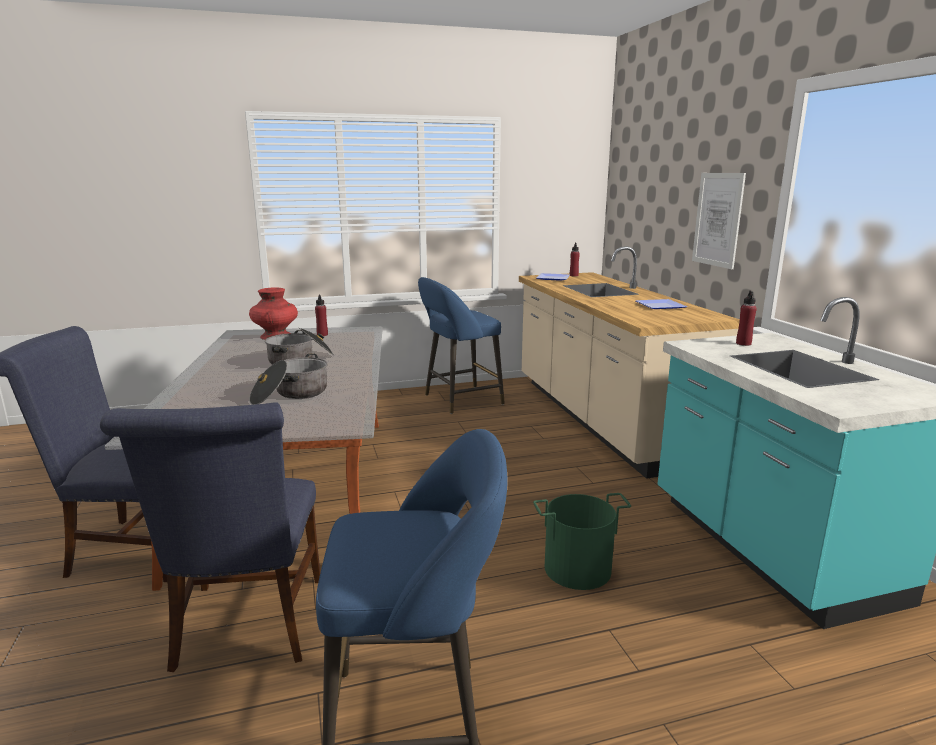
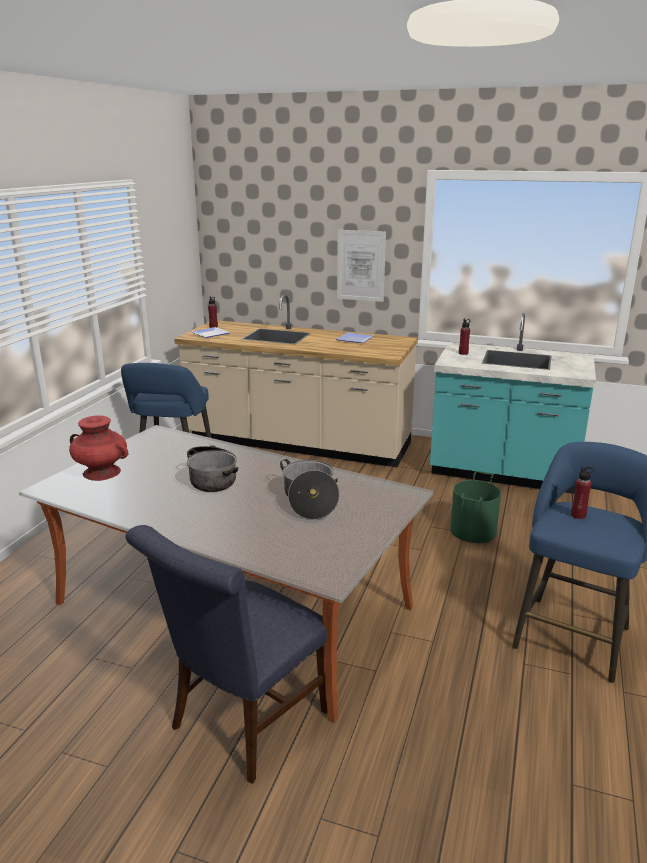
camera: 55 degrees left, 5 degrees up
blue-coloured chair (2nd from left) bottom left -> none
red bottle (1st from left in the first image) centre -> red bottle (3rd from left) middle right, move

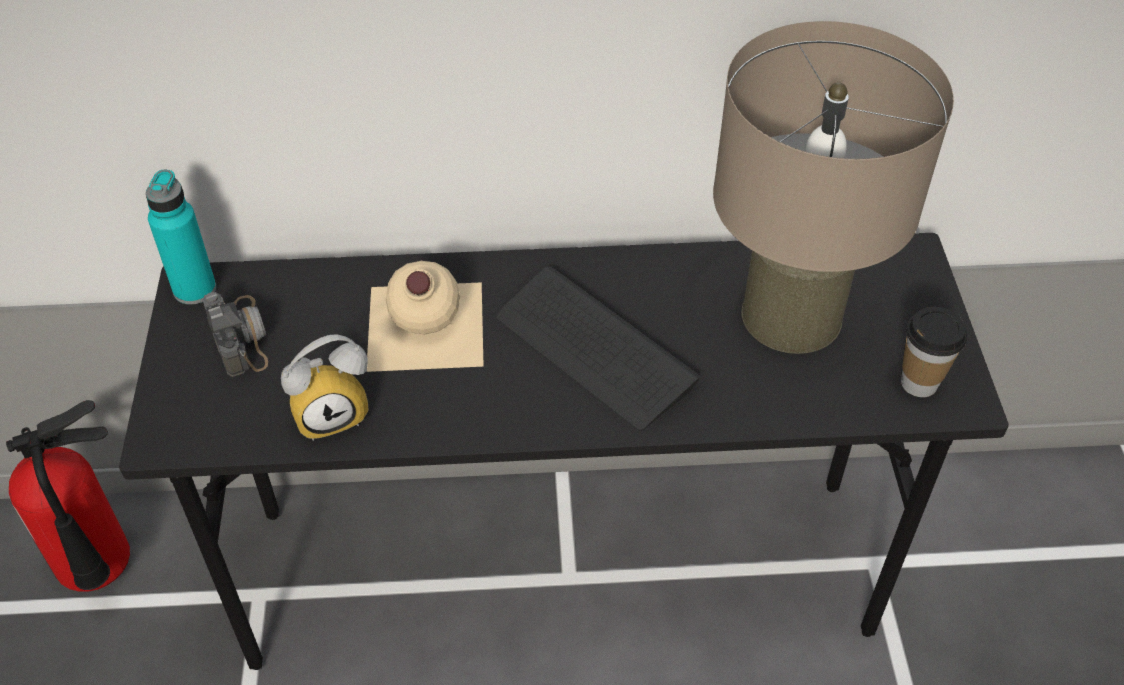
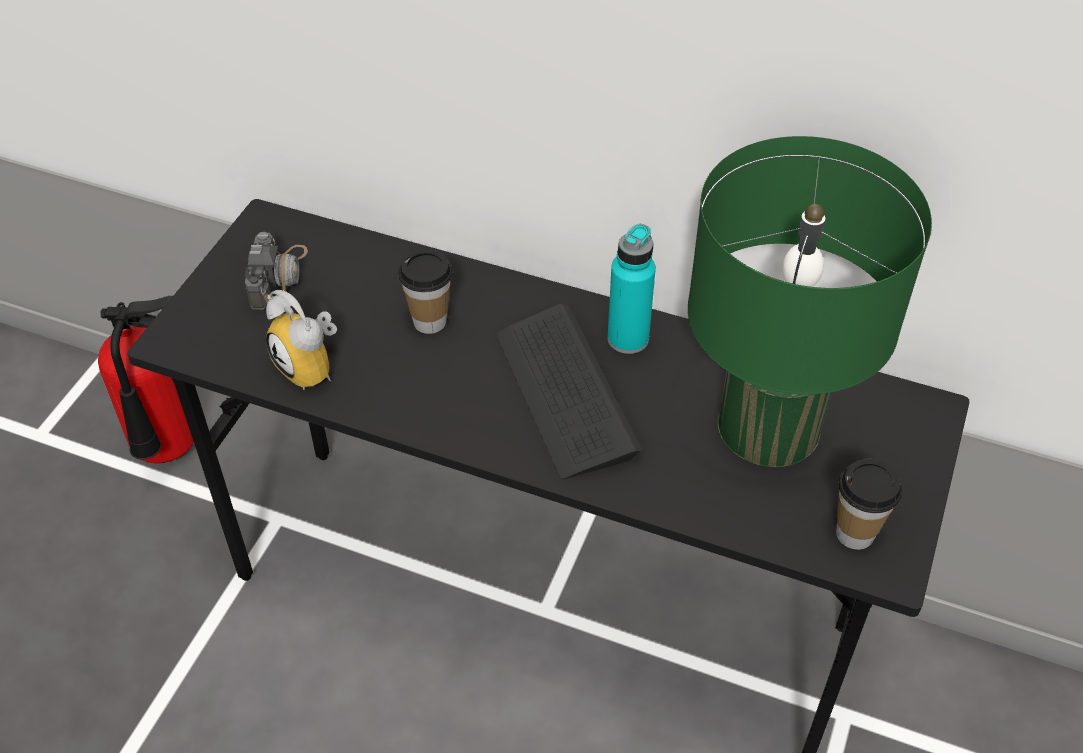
camera: 25 degrees right, 0 degrees up
turquoise-coloured bottle middle left -> turquoise-coloured bottle centre, move
beige-coloured bottle centre -> cup (1st from left) centre
beige-coloured tabletop lamp top right -> green tabletop lamp middle right
table clock middle left, 45 degrees clockwise

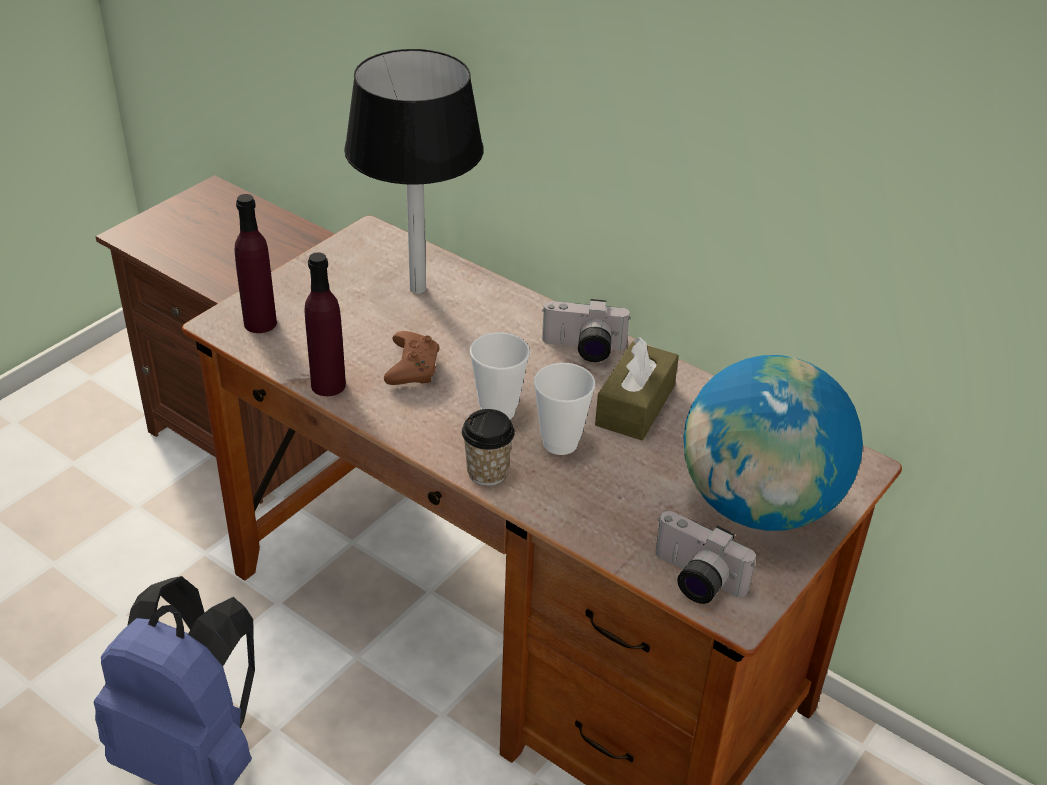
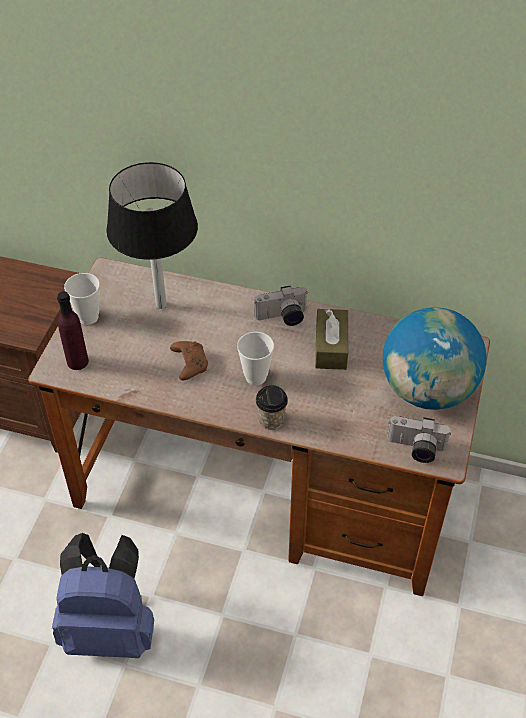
camera: 20 degrees left, 10 degrees up
purplish bottle (2nd from left) middle left -> none
cup (3rd from left in the first image) centre -> cup (1st from left) middle left, move

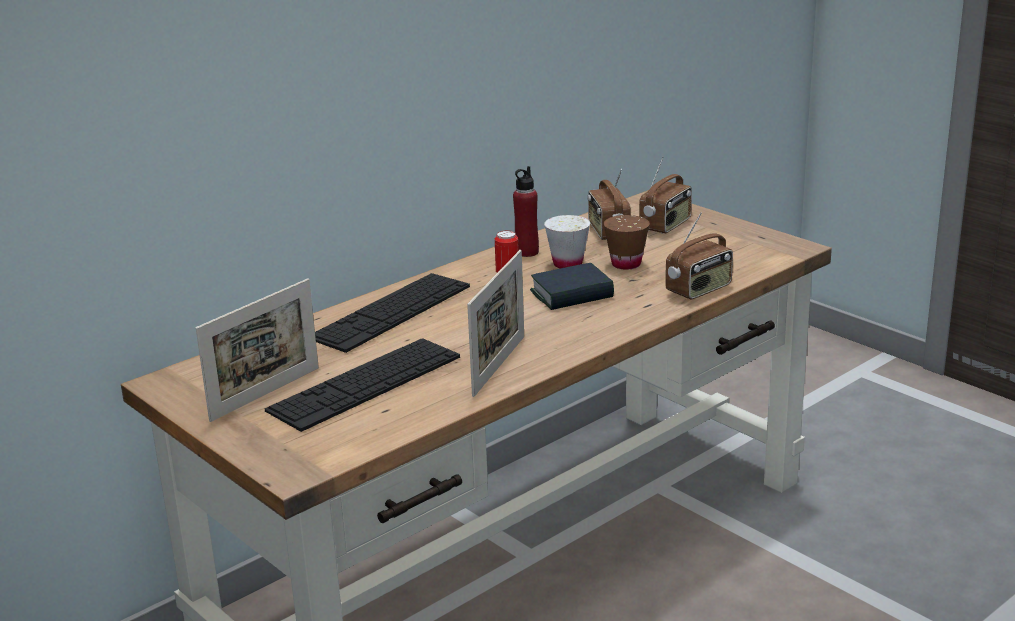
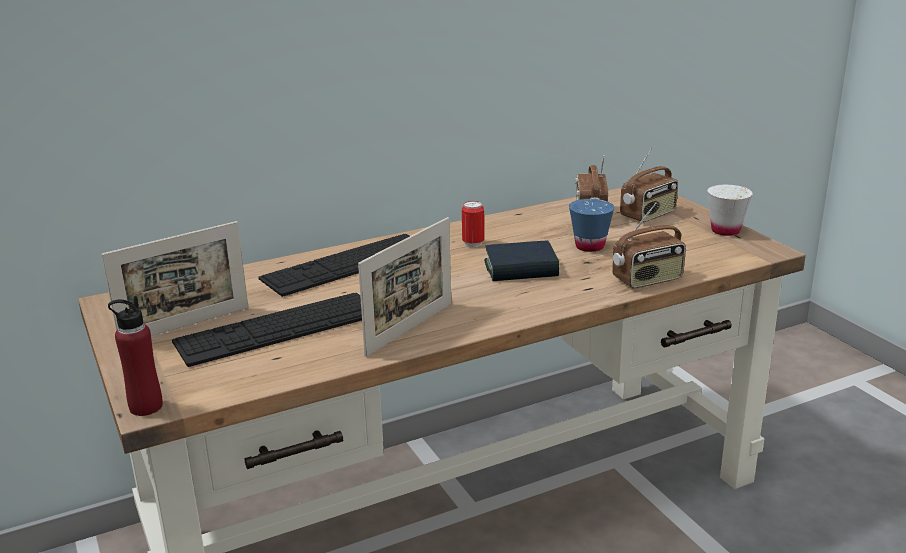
camera: 15 degrees right, 0 degrees up
red bottle centre -> red bottle middle left, move
whitish cup centre -> whitish cup middle right, move
brownish cup centre -> blue-coloured cup centre

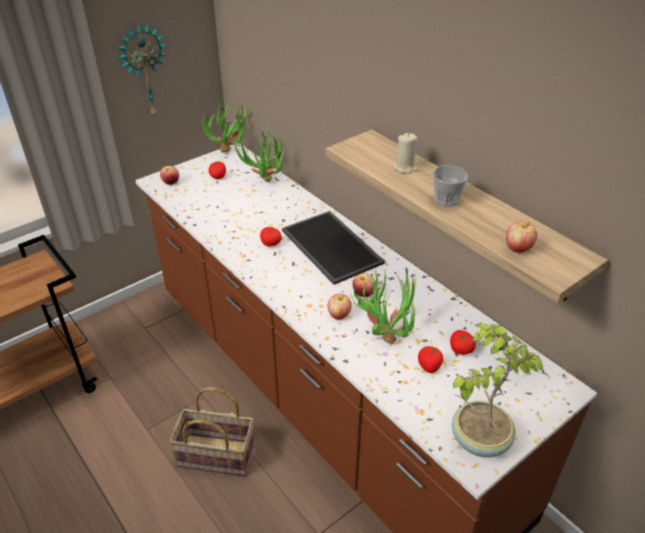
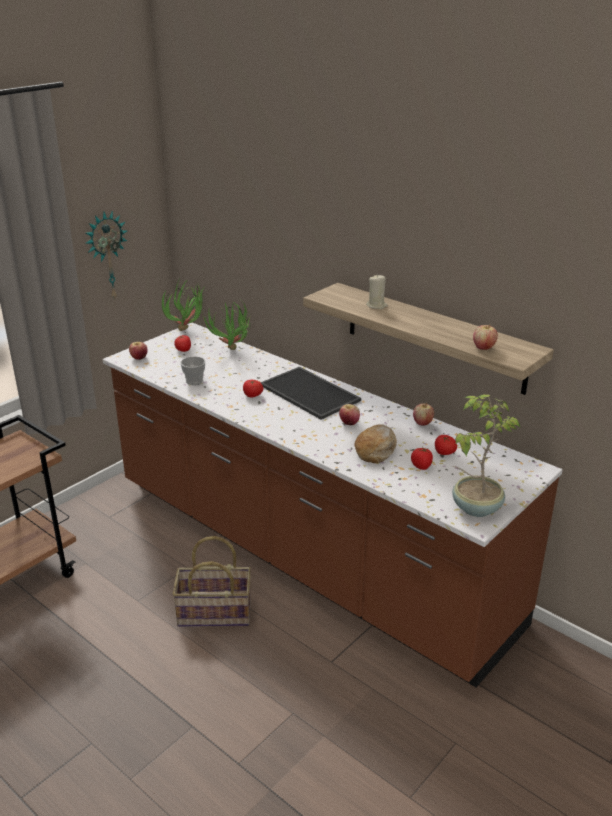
camera: 10 degrees left, 10 degrees down
whole apple (2nd from left in the first image) centre -> whole apple (3rd from left) middle right, move
cup middle right -> cup middle left, move
potted plant (3rd from left) centre -> baked bread centre

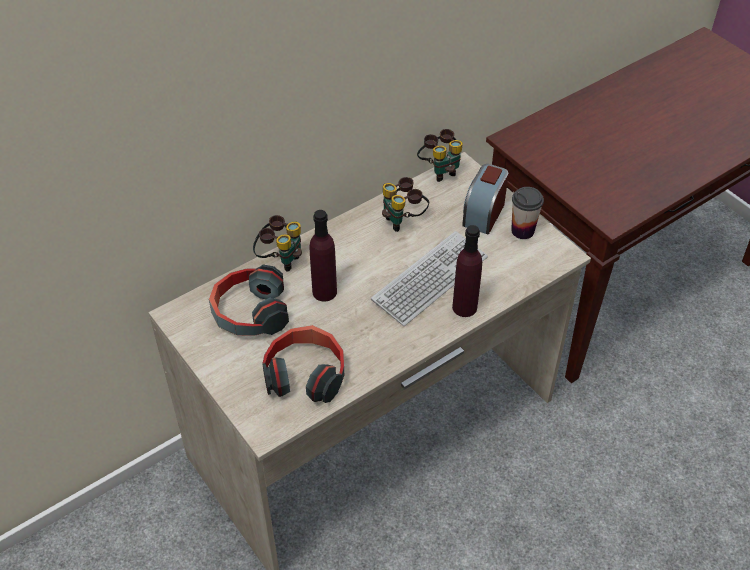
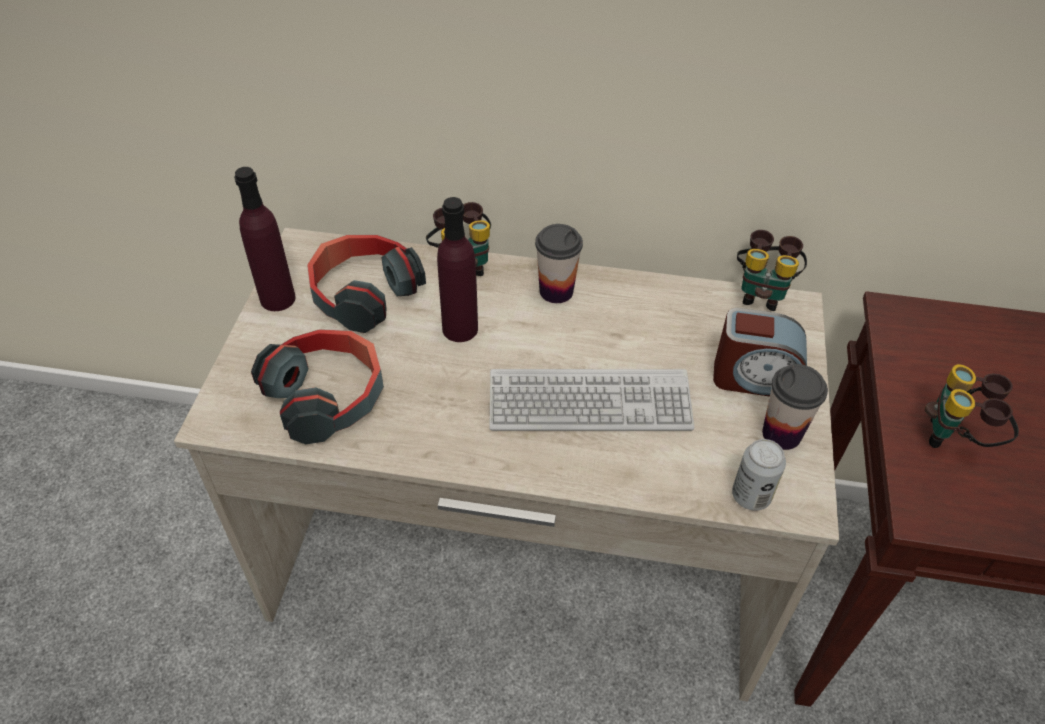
camera: 45 degrees right, 0 degrees up
none -> cup (1st from left) centre
none -> can middle right
pair of binoculars (2nd from left in the first image) centre -> pair of binoculars (3rd from left) middle right, move
purplish bottle (2nd from left in the first image) centre -> purplish bottle (1st from left) top left, move
table clock centre -> table clock middle right, 150 degrees counterclockwise

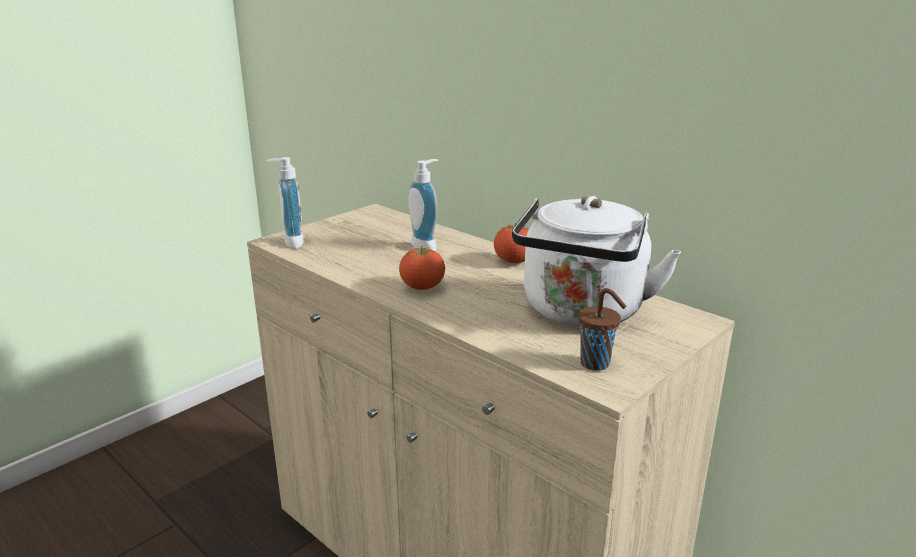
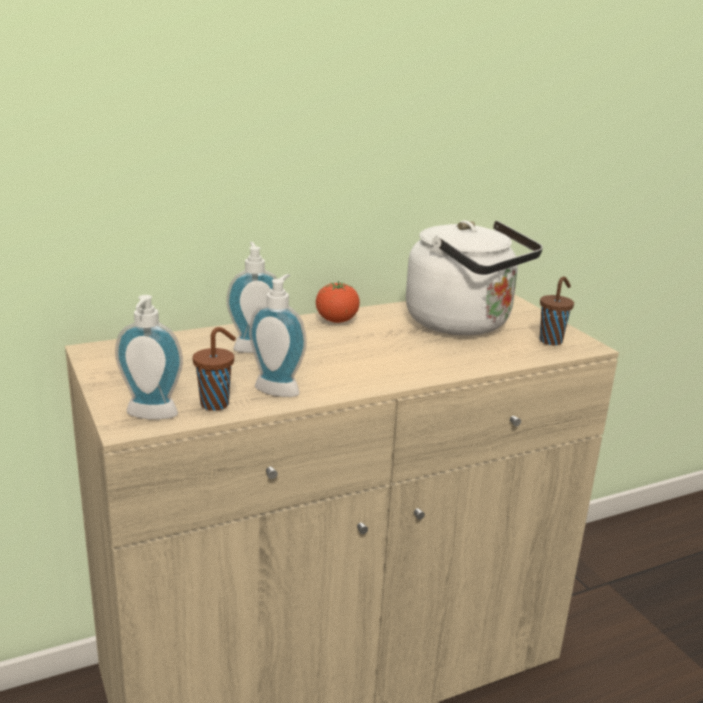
camera: 70 degrees left, 0 degrees up
tomato (1st from left) centre -> none
none -> brownish cup (1st from left) middle left
none -> soap dispenser (3rd from left) centre

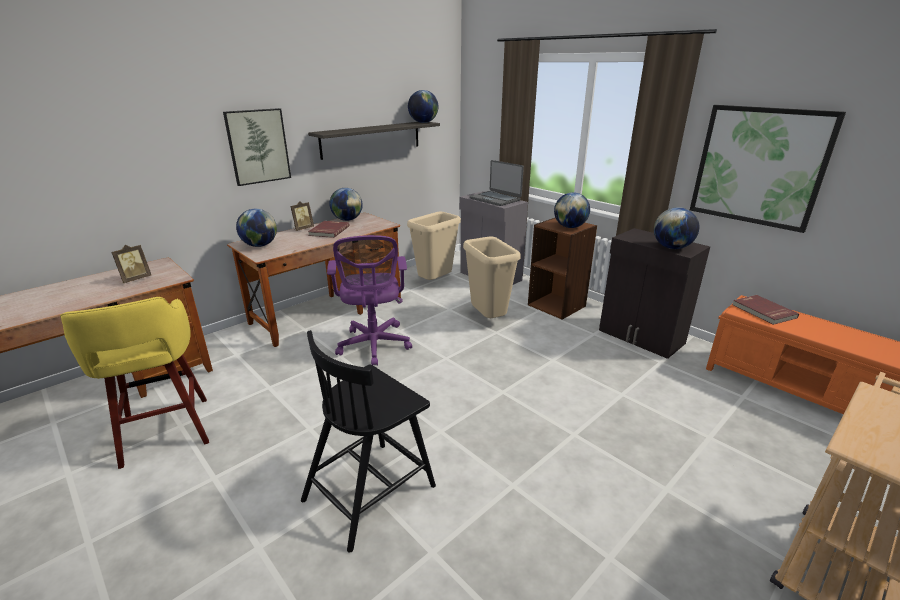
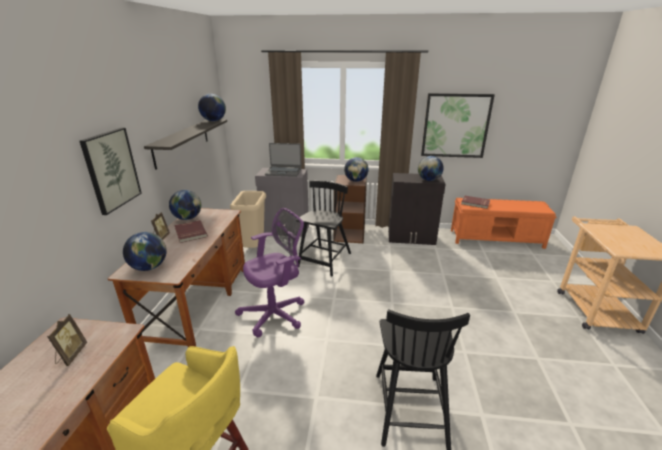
camera: 40 degrees left, 0 degrees up
beige-coloured waste bin (2nd from left) centre -> blackish chair (1st from left) centre
purplish office chair centre, 75 degrees counterclockwise

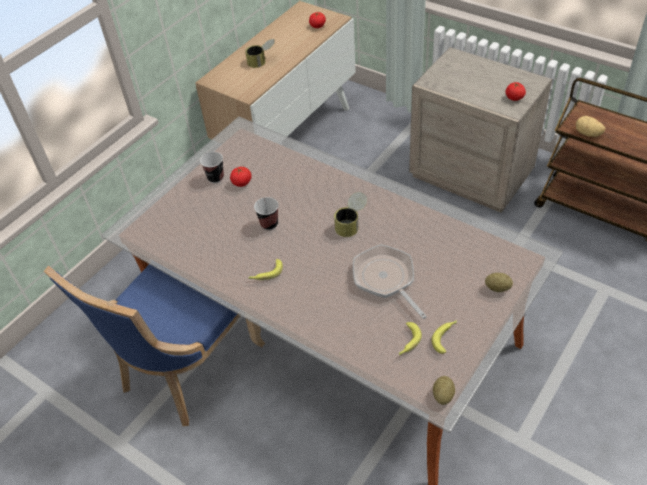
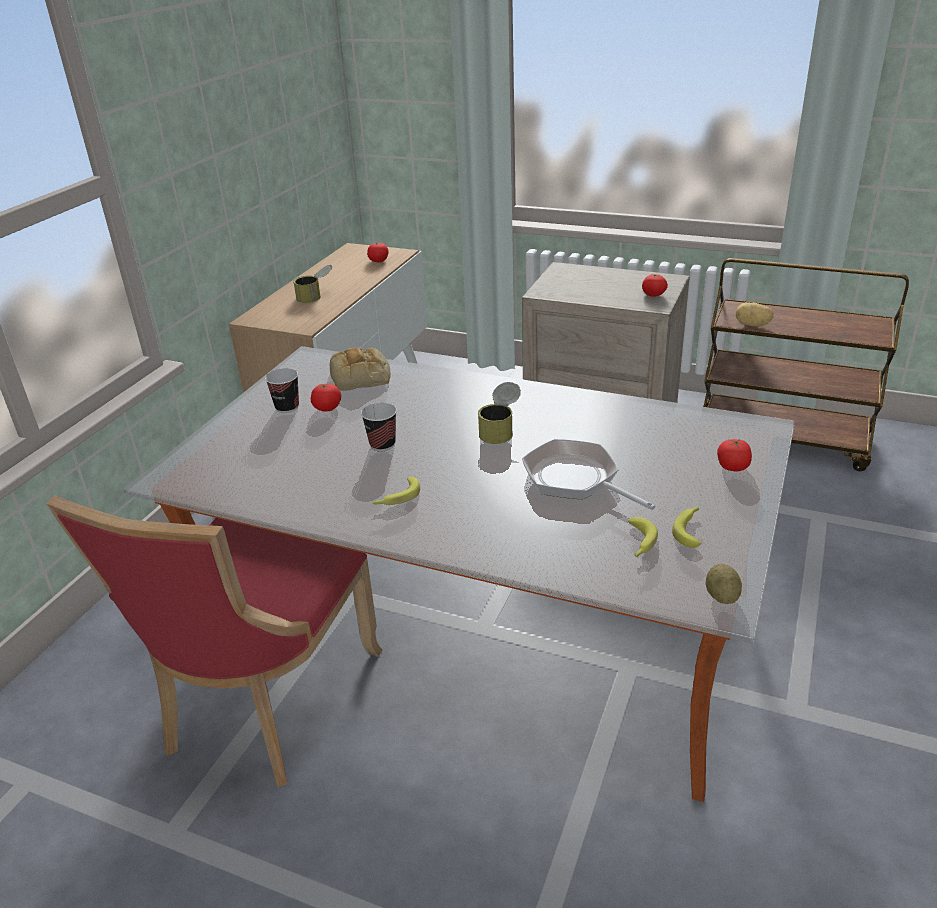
camera: 15 degrees left, 15 degrees down
none -> baked bread centre
potato (2nd from left) middle right -> tomato (4th from left) middle right
blue-coloured chair bottom left -> red chair bottom left

